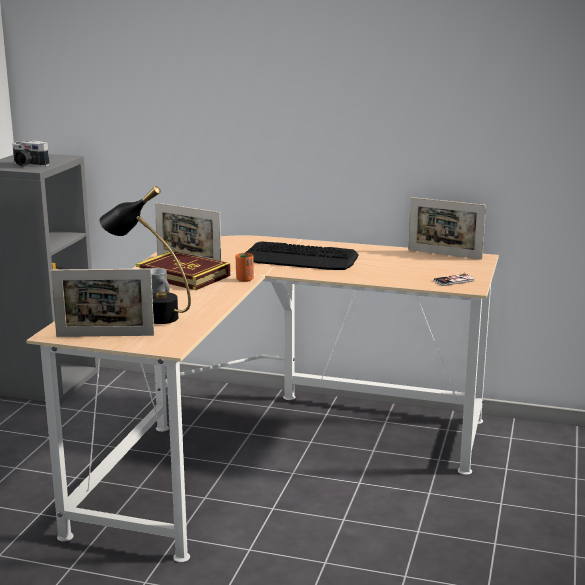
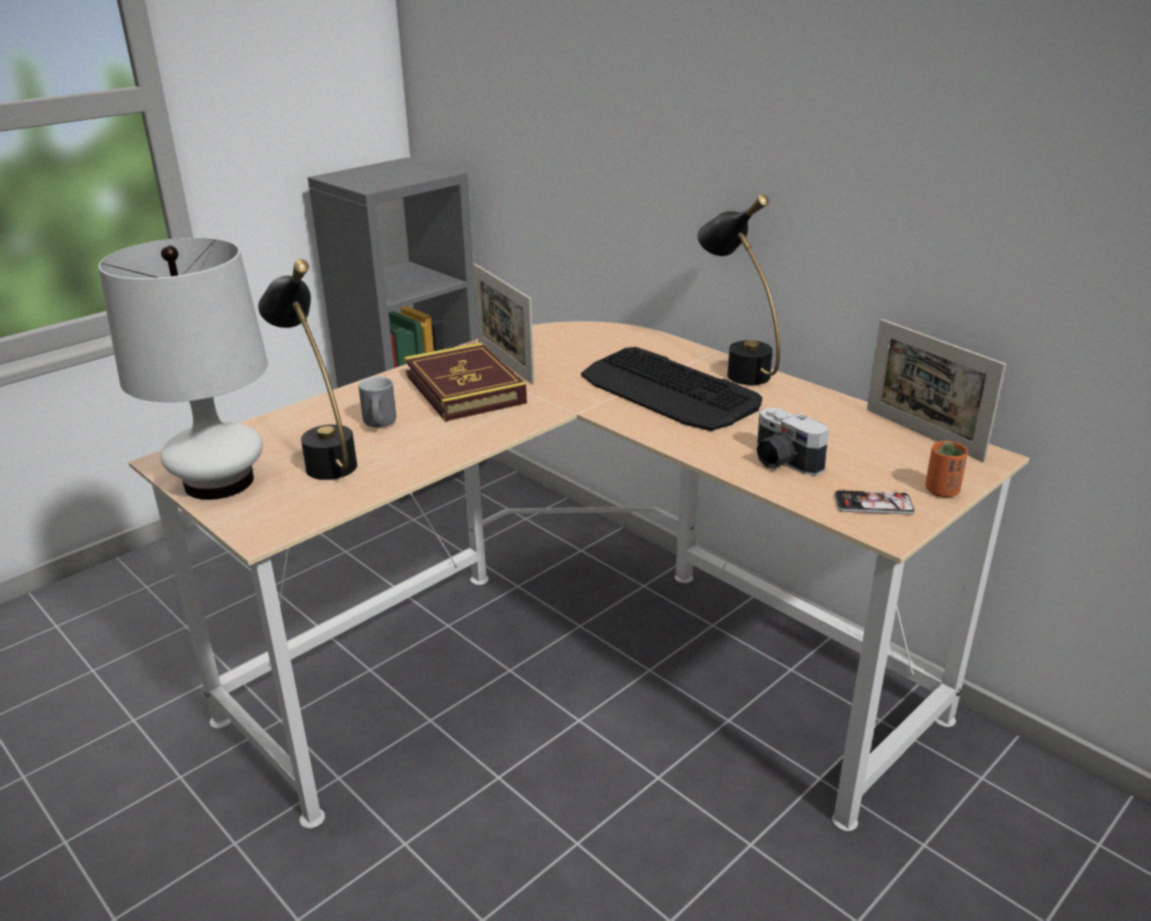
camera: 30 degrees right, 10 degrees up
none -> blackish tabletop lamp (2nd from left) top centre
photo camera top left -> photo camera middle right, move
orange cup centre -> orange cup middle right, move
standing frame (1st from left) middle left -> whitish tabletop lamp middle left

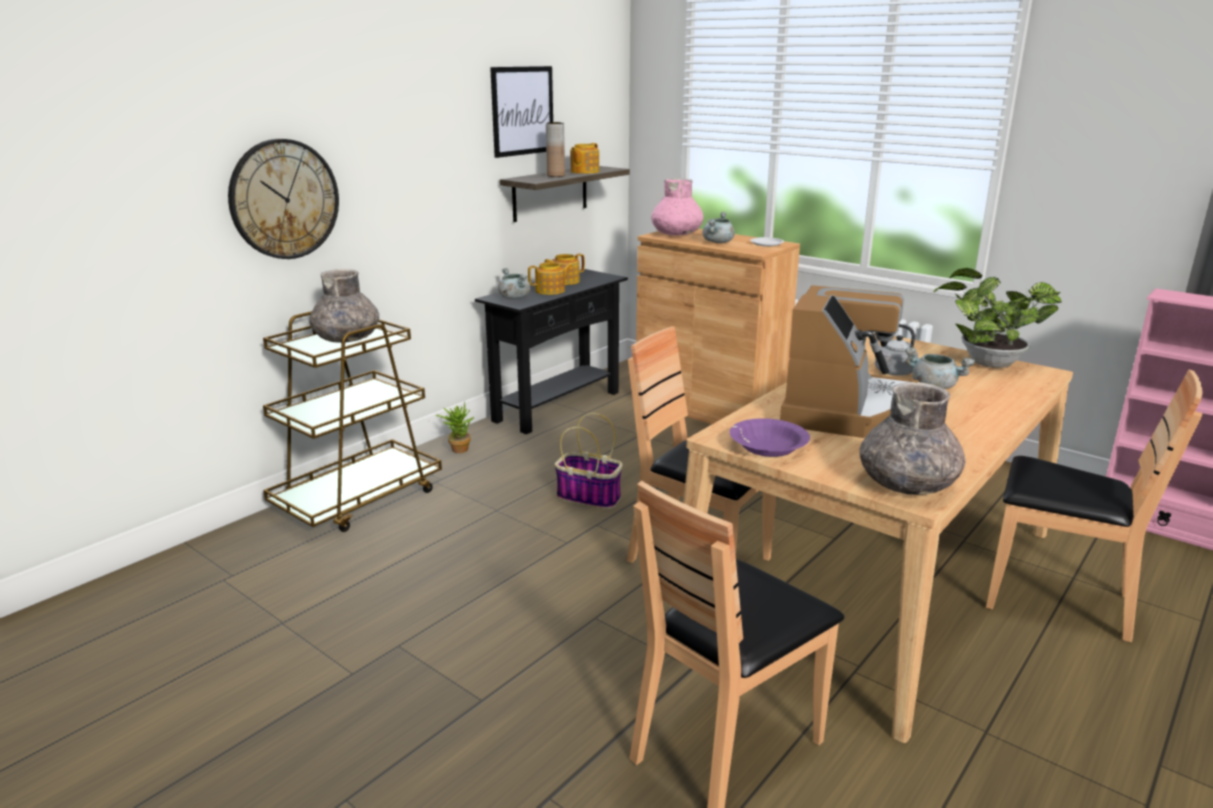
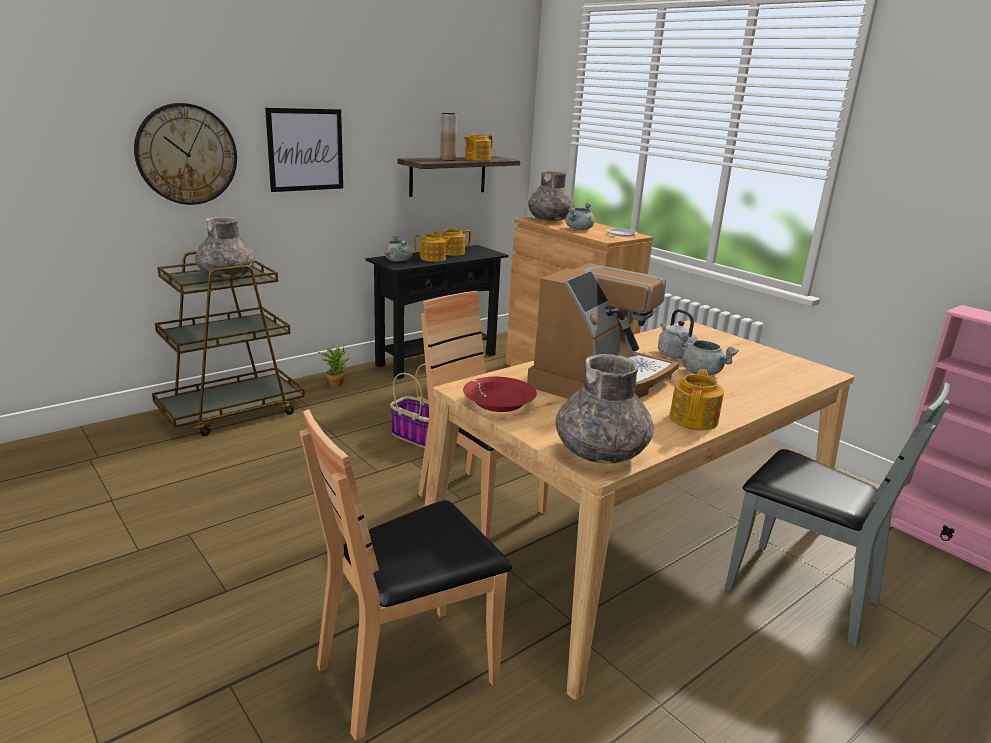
camera: 10 degrees right, 0 degrees up
potted plant (2nd from left) middle right -> none
none -> tea pot (4th from left) middle right
picture top centre -> picture top left, move
pink-coloured decorative vase top centre -> gray decorative vase (2nd from left) top centre
purplish serving bowl centre -> red serving bowl centre
brownish chair (3rd from left) middle right -> gray chair bottom right

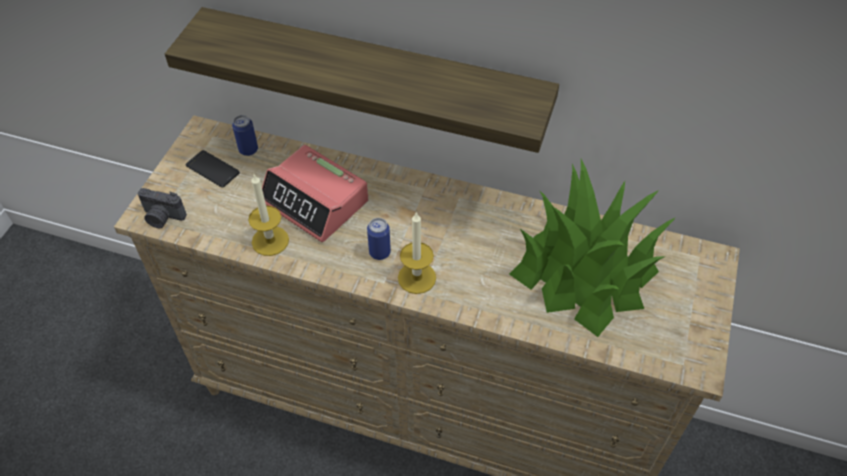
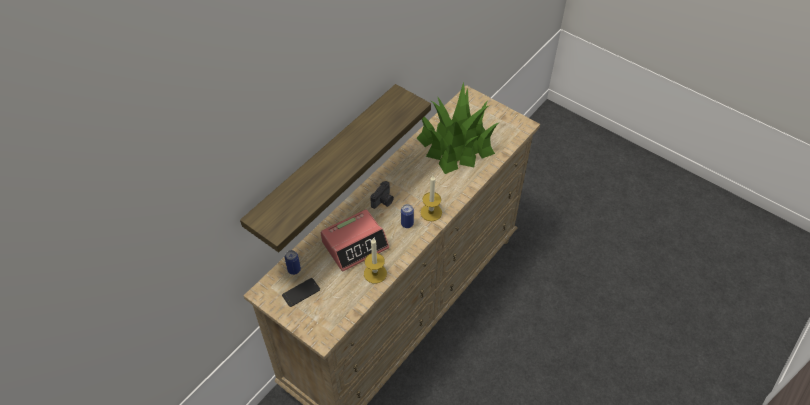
camera: 70 degrees left, 0 degrees up
photo camera middle left -> photo camera centre, move

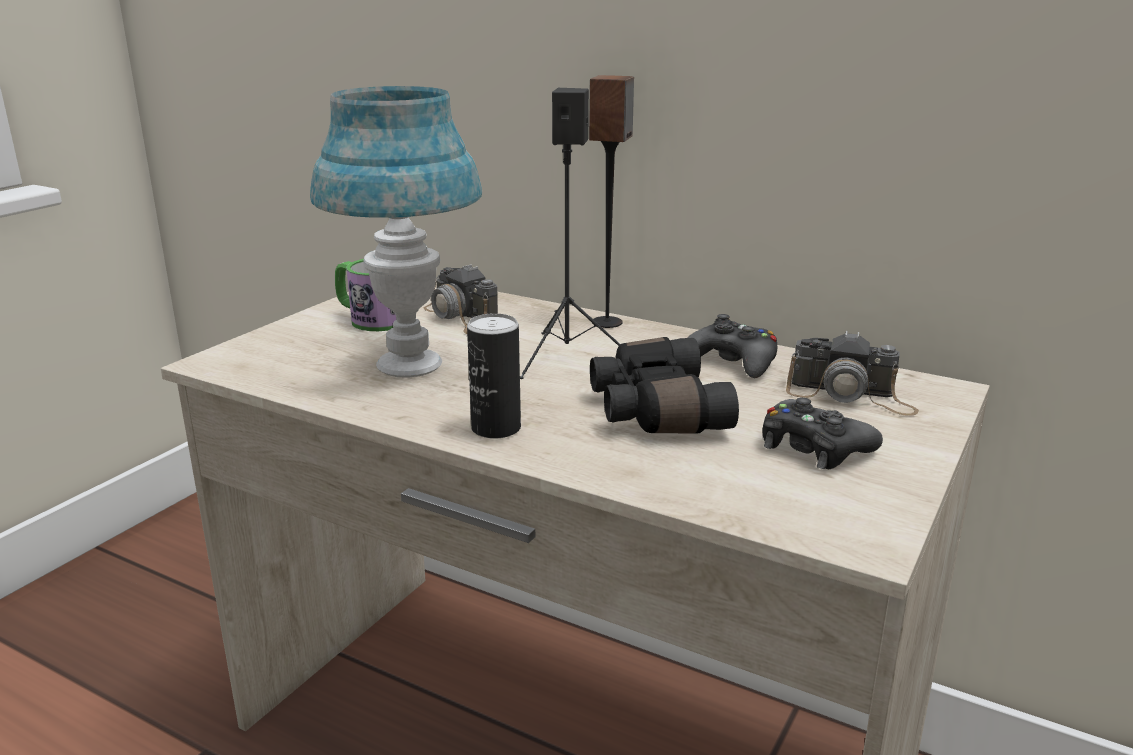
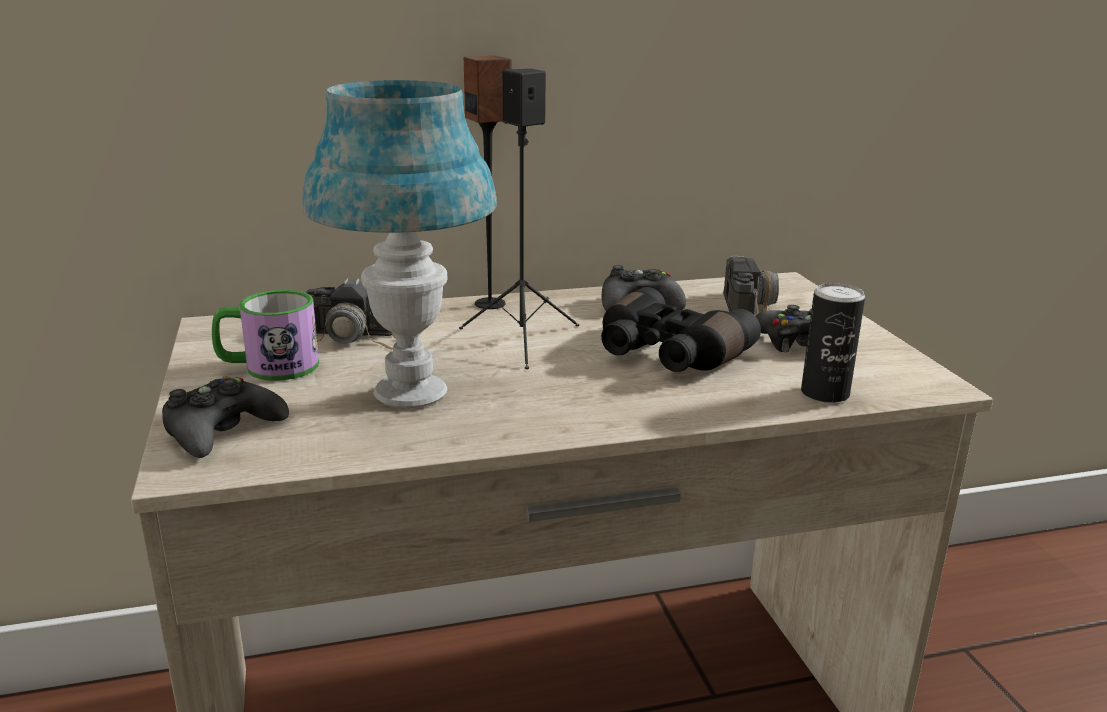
camera: 45 degrees left, 0 degrees up
none -> blackish gamepad (1st from left) middle left
can centre -> can middle right, move
photo camera (2nd from left) middle right, 60 degrees counterclockwise

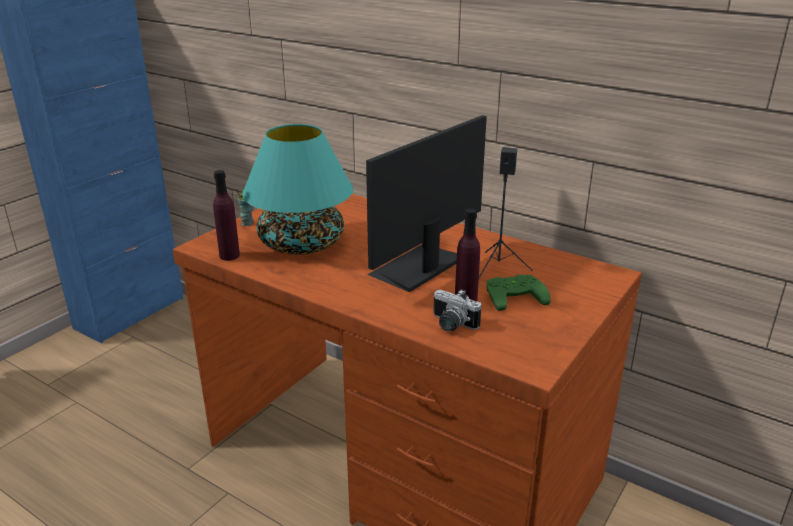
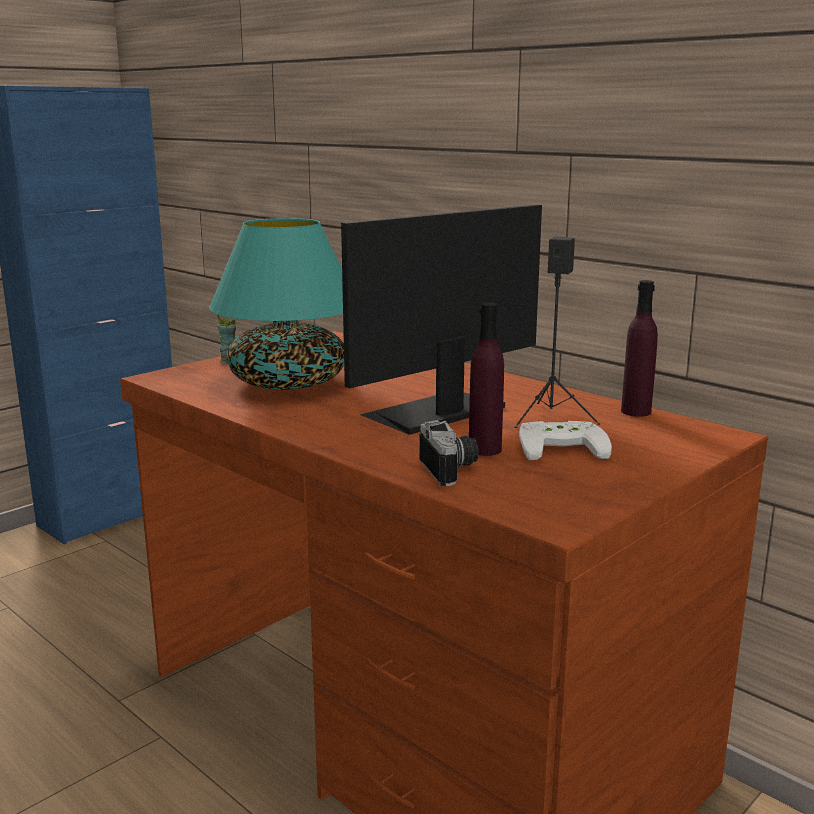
camera: 10 degrees right, 10 degrees down
purplish bottle (1st from left in the first image) middle left -> purplish bottle (2nd from left) middle right, move
green gamepad centre -> whitish gamepad middle right
photo camera centre, 150 degrees counterclockwise

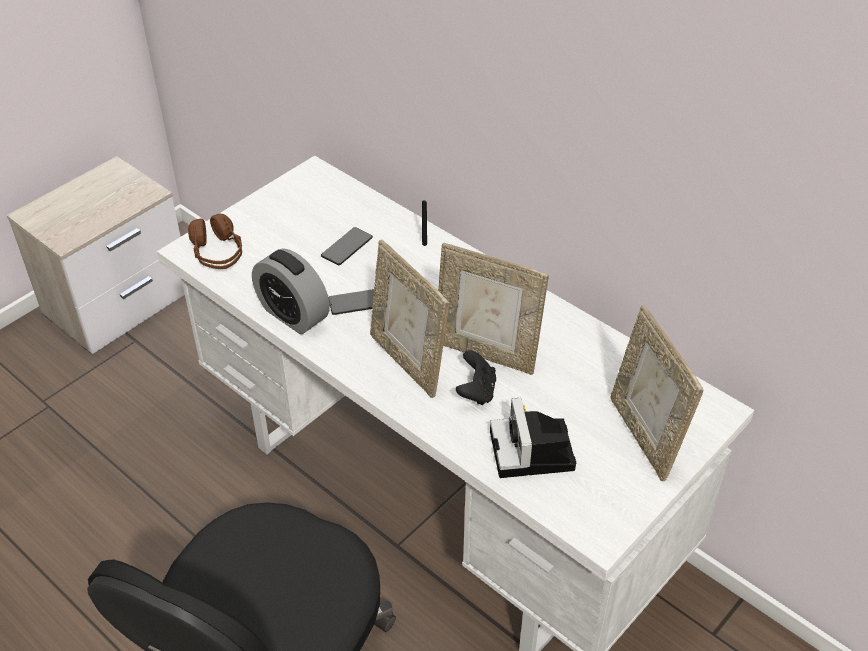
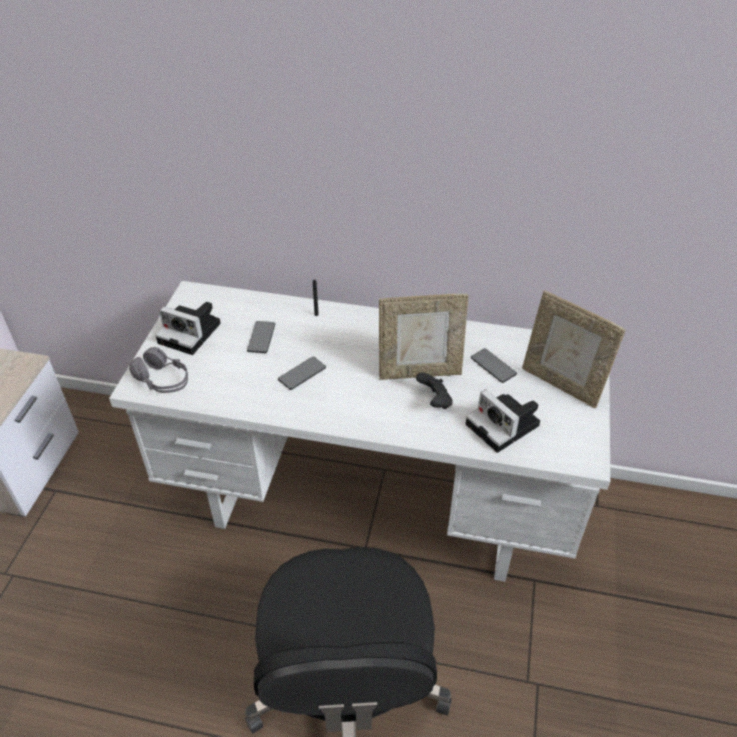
camera: 30 degrees left, 0 degrees up
table clock centre -> none
standing frame (1st from left) centre -> none
none -> photo camera (1st from left) middle left
none -> phone (3rd from left) middle right
brownish pair of headphones middle left -> gray pair of headphones middle left

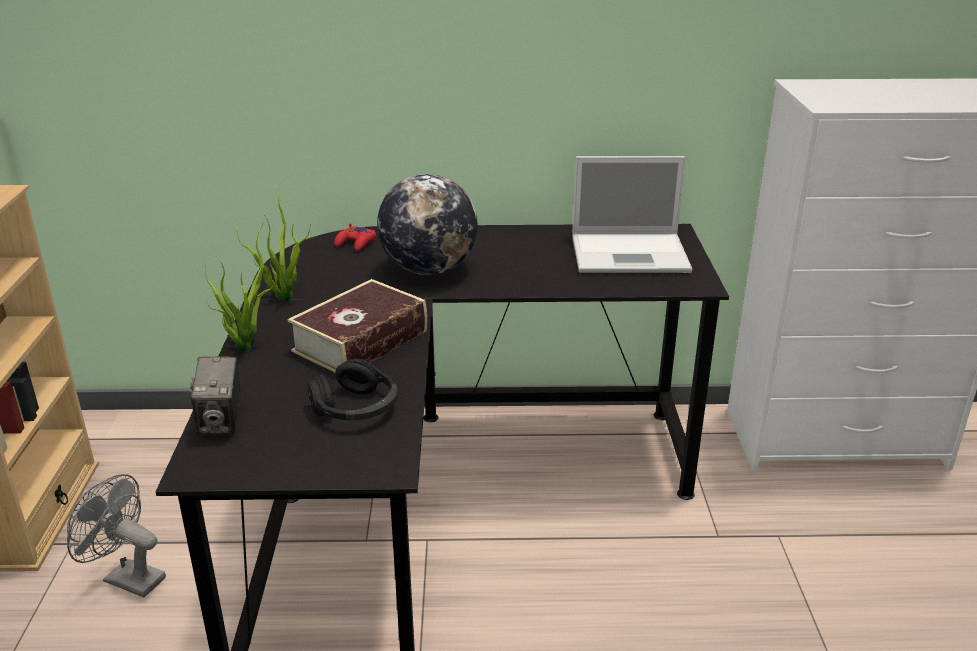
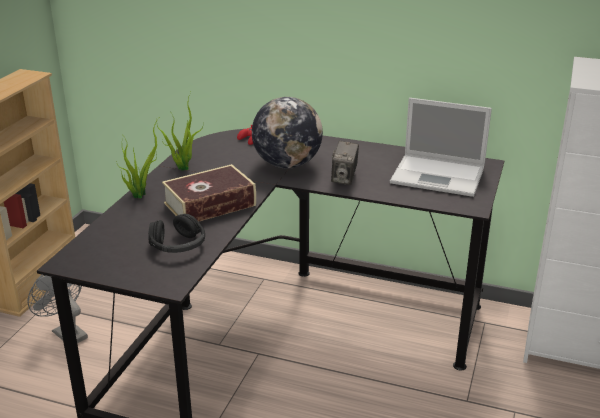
camera: 20 degrees right, 0 degrees up
photo camera middle left -> photo camera centre, move

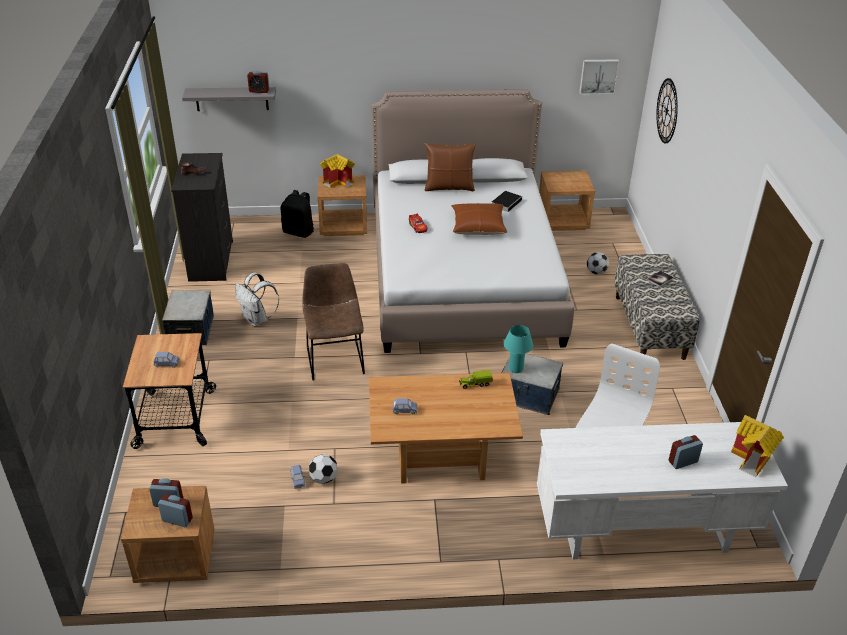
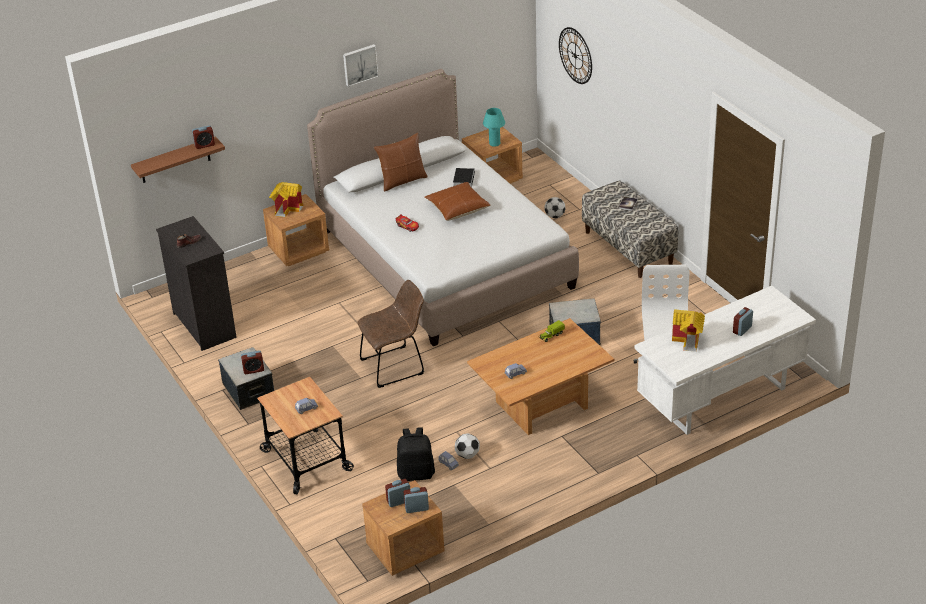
camera: 25 degrees left, 0 degrees up
whitish rucksack middle left -> none
none -> table clock (2nd from left) middle left
blackish rucksack centre -> blackish rucksack bottom centre, move
turquoise-coloured tabletop lamp centre -> turquoise-coloured tabletop lamp top centre, move
picture top right -> picture top centre, move
miniature house (2nd from left) bottom right -> miniature house (2nd from left) middle right, move
gray shelf top left -> brownish shelf top left
brownish chair centre, 105 degrees clockwise

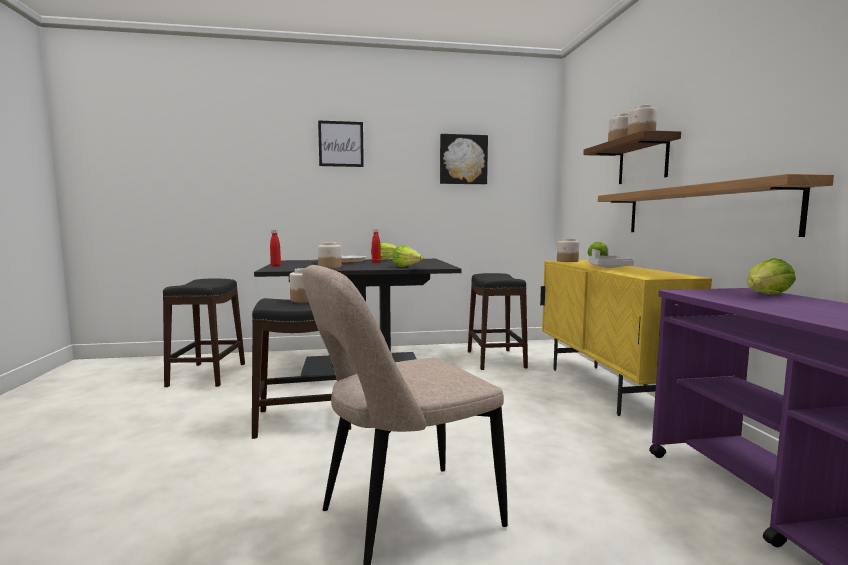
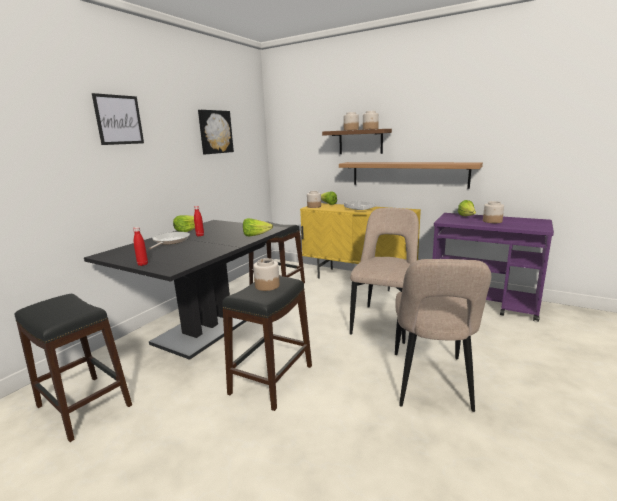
camera: 50 degrees left, 10 degrees up
none -> beige-coloured chair (1st from left) centre
jar (2nd from left in the first image) centre -> jar (5th from left) middle right, move

